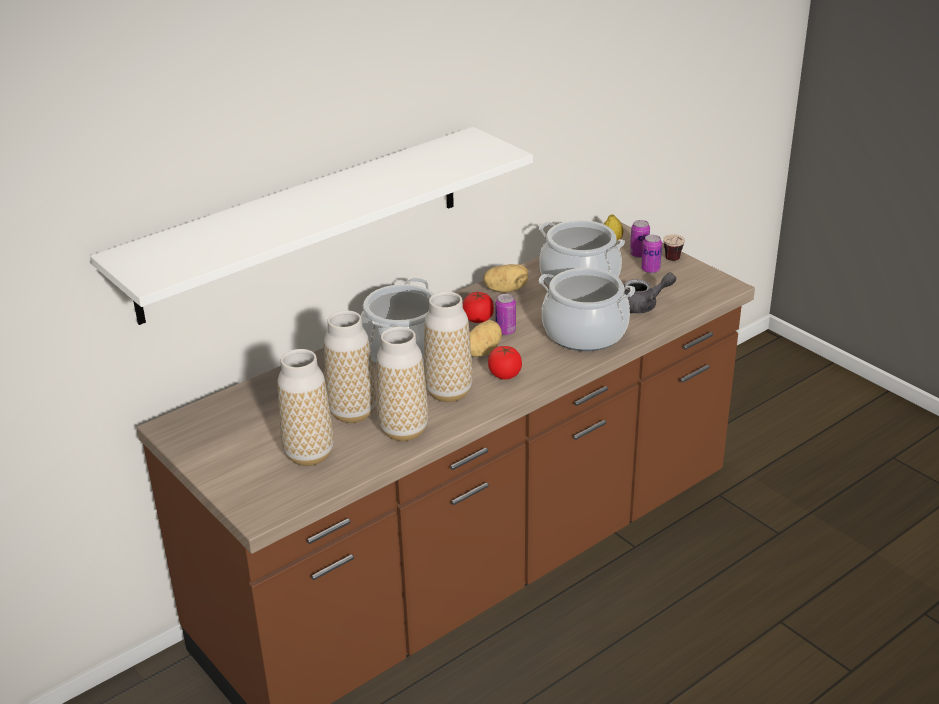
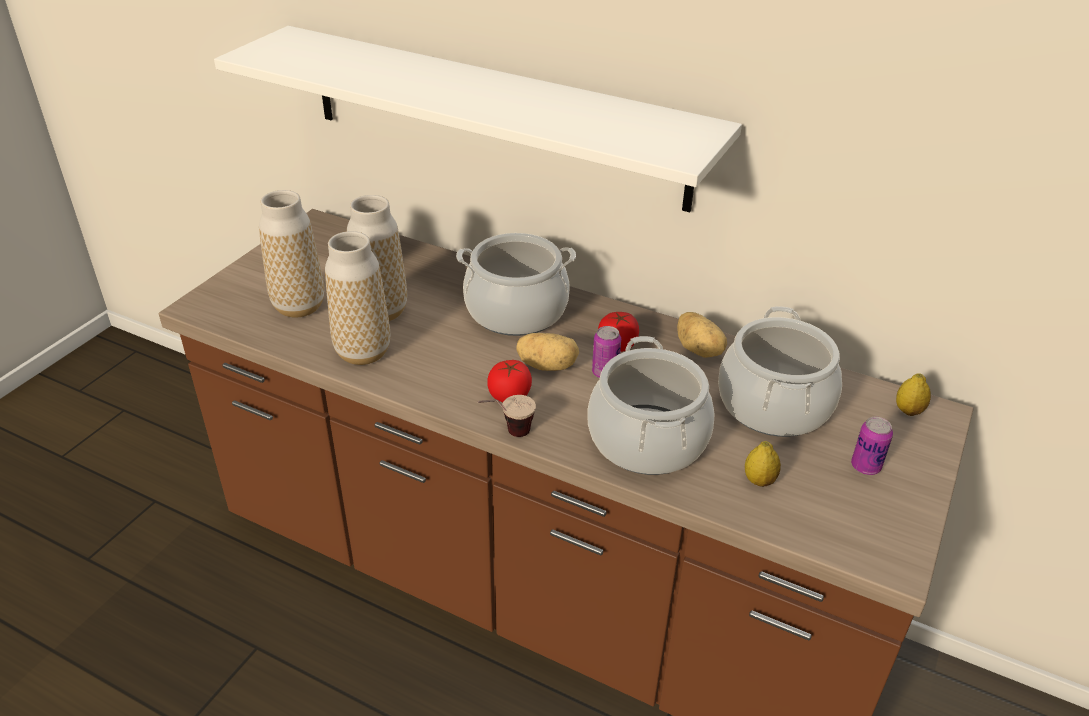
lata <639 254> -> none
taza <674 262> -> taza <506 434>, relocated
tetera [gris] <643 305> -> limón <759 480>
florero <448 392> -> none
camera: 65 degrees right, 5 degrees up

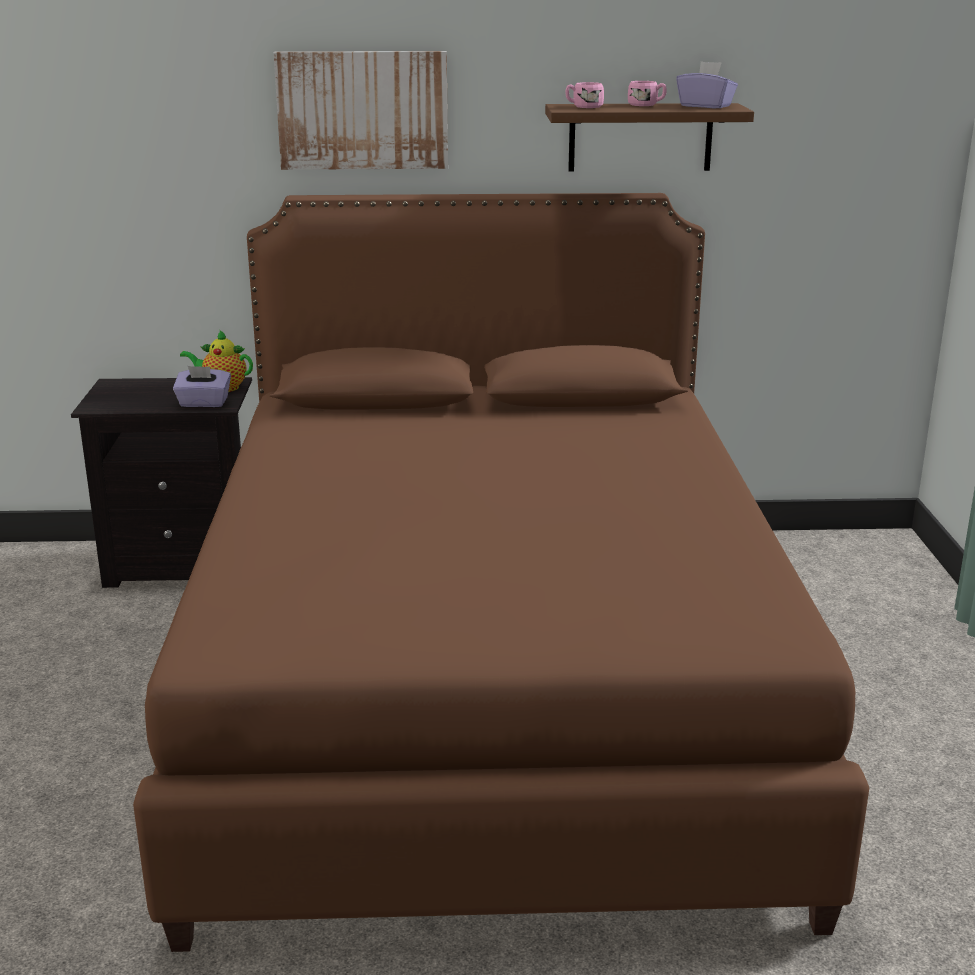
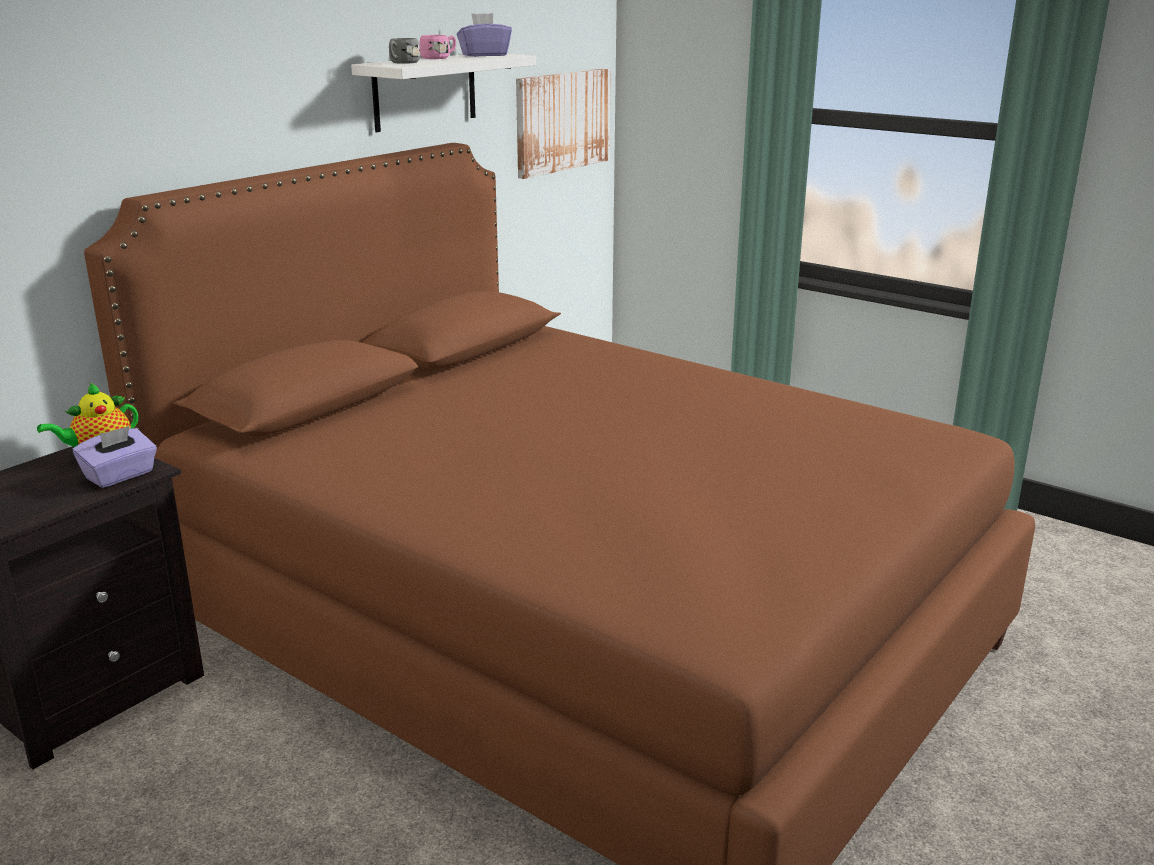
cuadro <363 110> -> cuadro <562 121>, relocated
taza grande [rosa] <584 107> -> taza grande [gris] <402 63>
estante [marrón] <640 137> -> estante [blanco] <425 91>
camera: 50 degrees left, 0 degrees up

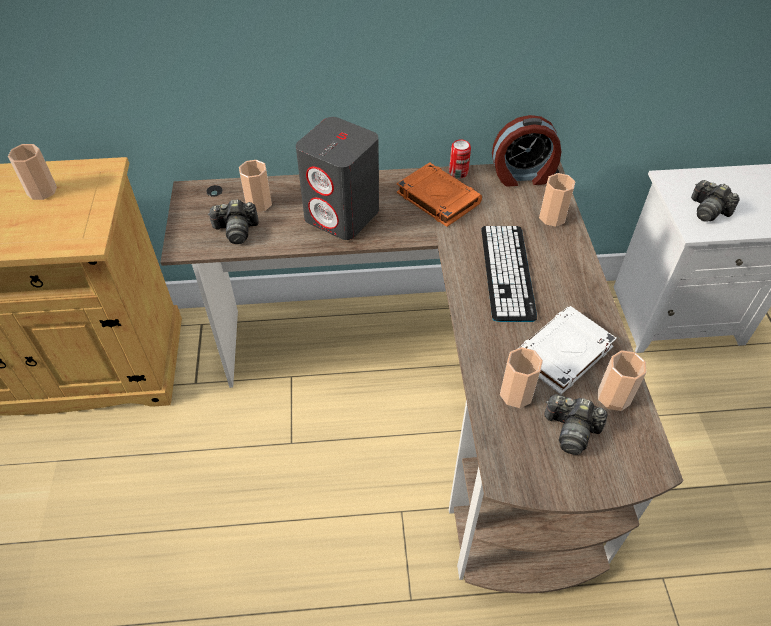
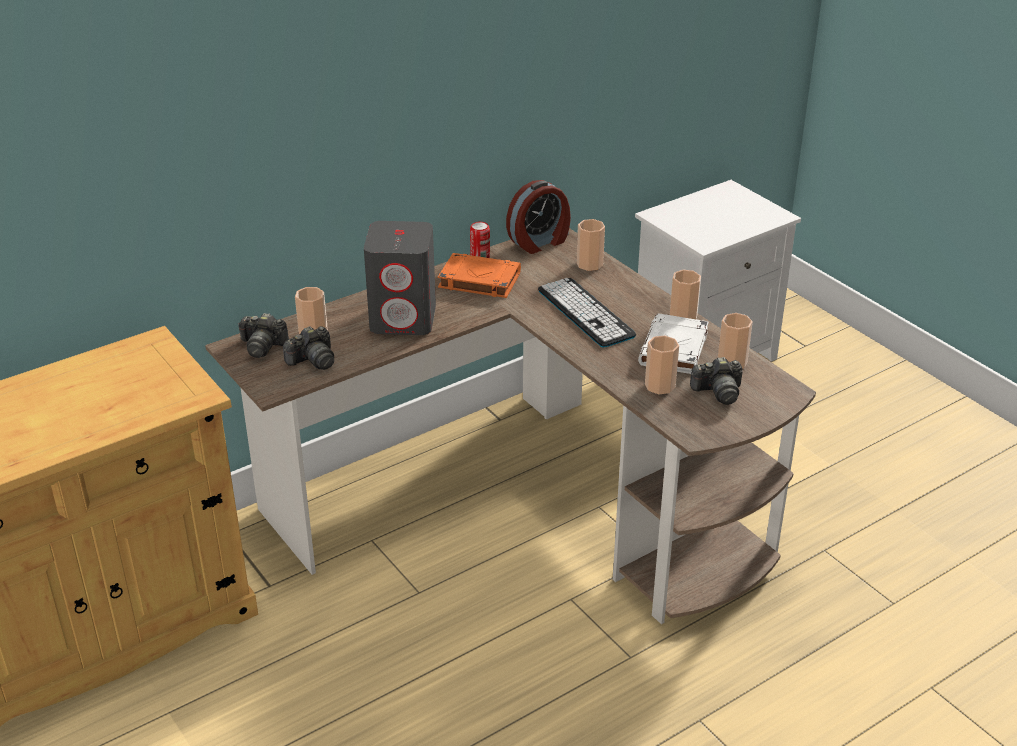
taza <42 191> -> taza <683 317>, relocated
cámara <708 210> -> cámara <262 346>, relocated
camera: 30 degrees left, 15 degrees down

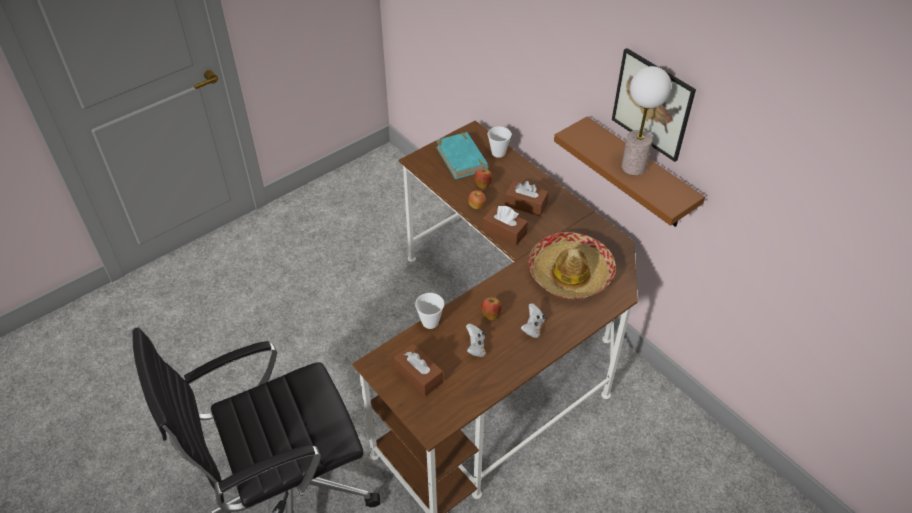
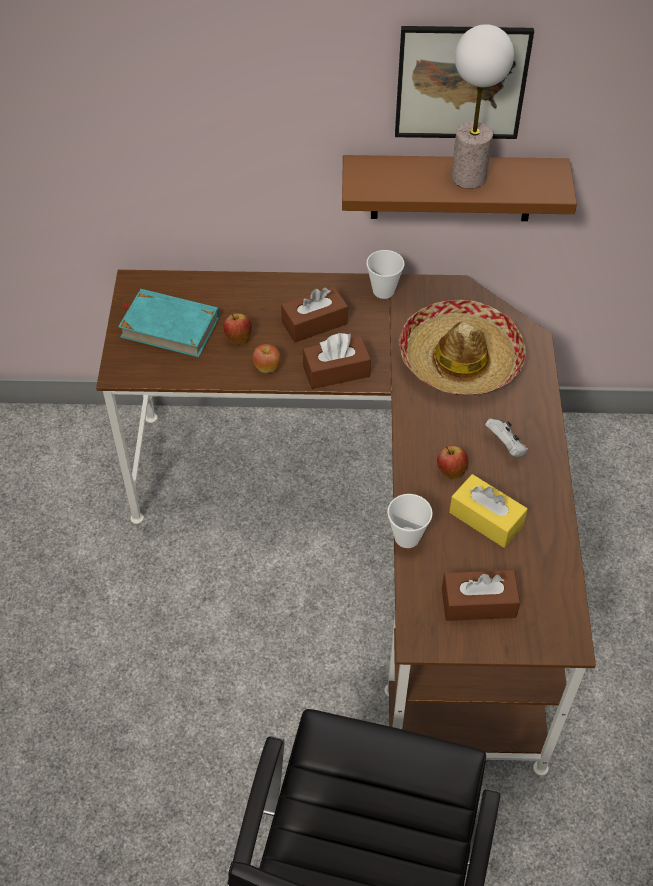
taza <498 153> -> taza <383 291>, relocated
mando de consola [blanco] <475 347> -> caja de pañuelos [amarillo] <486 518>
camera: 50 degrees left, 5 degrees up

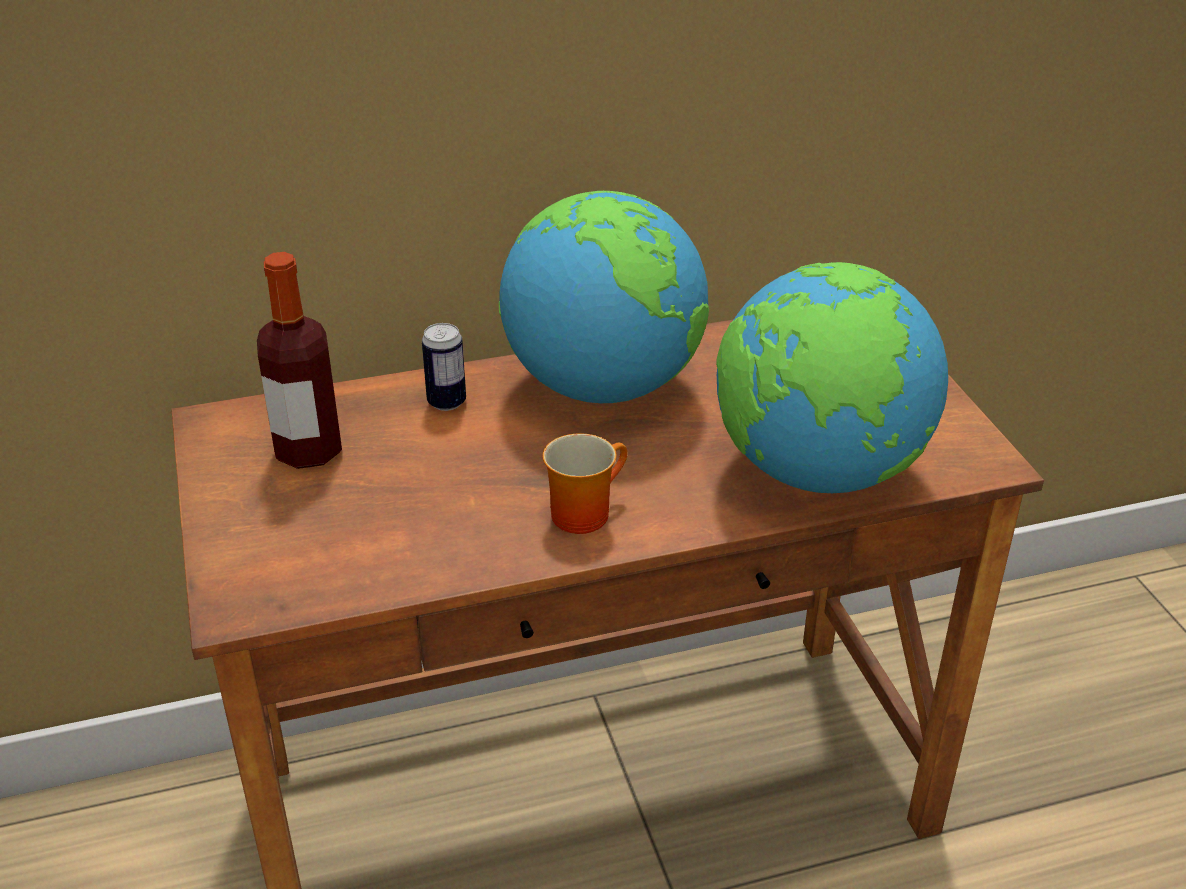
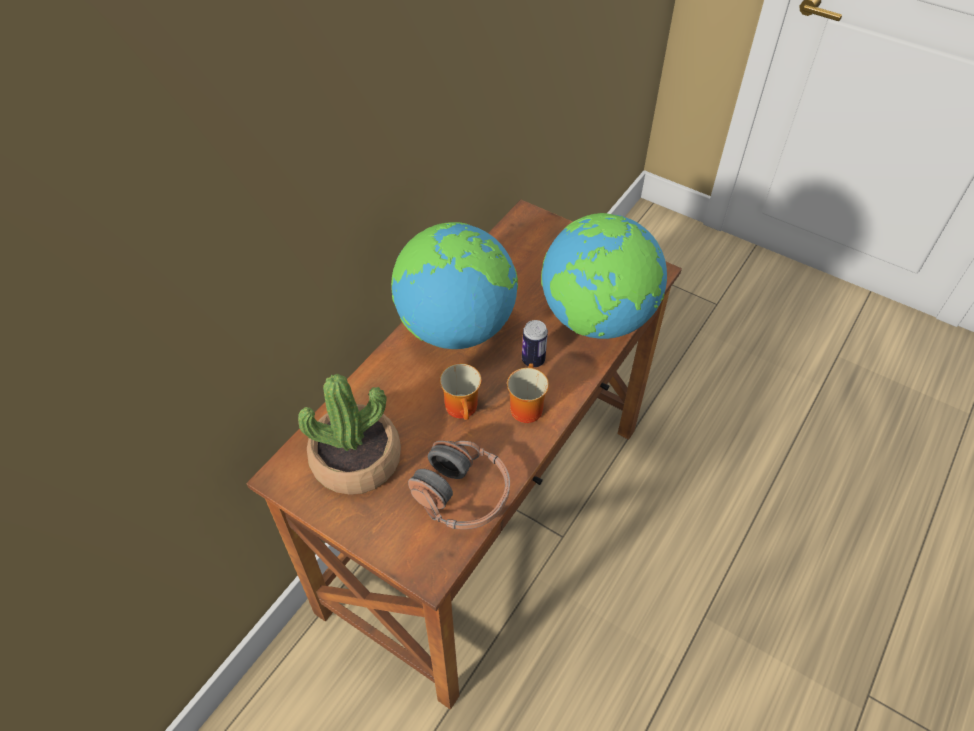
botella <308 451> -> planta en maceta <356 459>
lata <446 402> -> lata <533 360>, relocated
none -> taza grande <464 408>
none -> auriculares <461 494>
camera: 40 degrees left, 15 degrees up

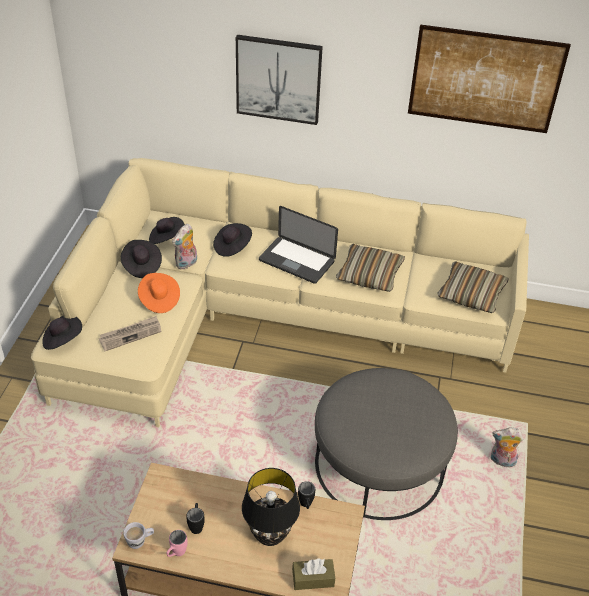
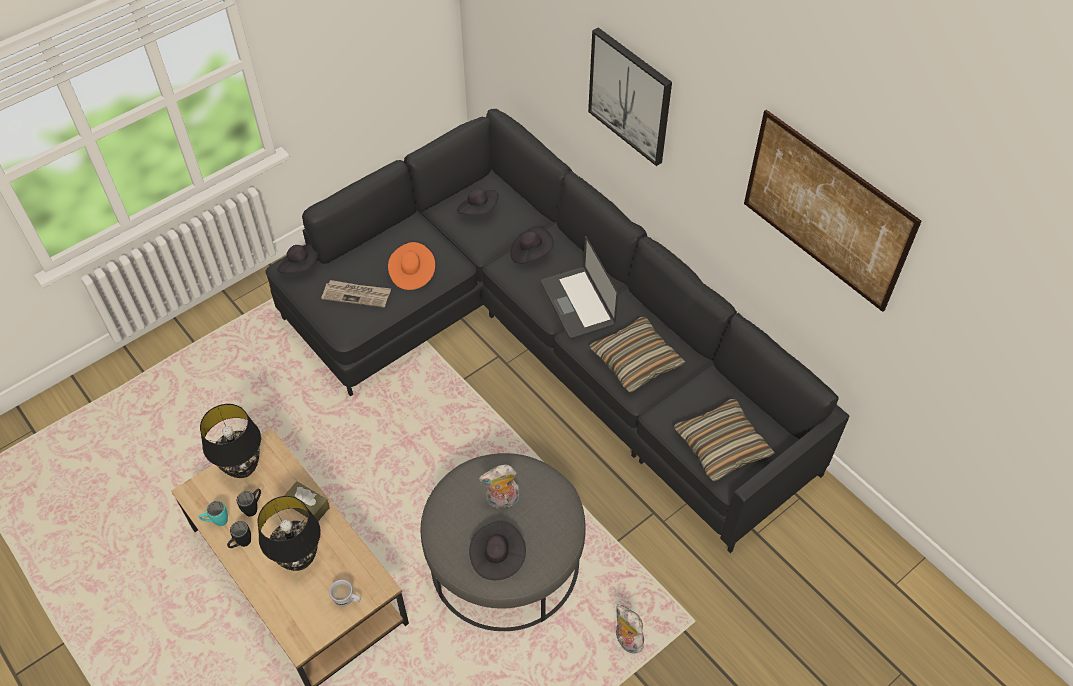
sofá [beis] <265 317> -> sofá [negro] <542 343>
peluche <186 264> -> peluche <502 501>, relocated
sombrero [negro] <141 266> -> sombrero [negro] <497 557>, relocated
taza grande [negro] <306 505> -> taza grande [negro] <241 544>, relocated
taza grande [blanco] <140 541> -> taza grande [blanco] <347 600>, relocated
taza grande [rosa] <176 554> -> taza grande [turquesa] <217 522>
caja de pañuelos [marrón] <313 579> -> caja de pañuelos [marrón] <308 506>, relocated
none -> lámpara de mesa [negro] <243 469>
camera: 40 degrees right, 10 degrees up

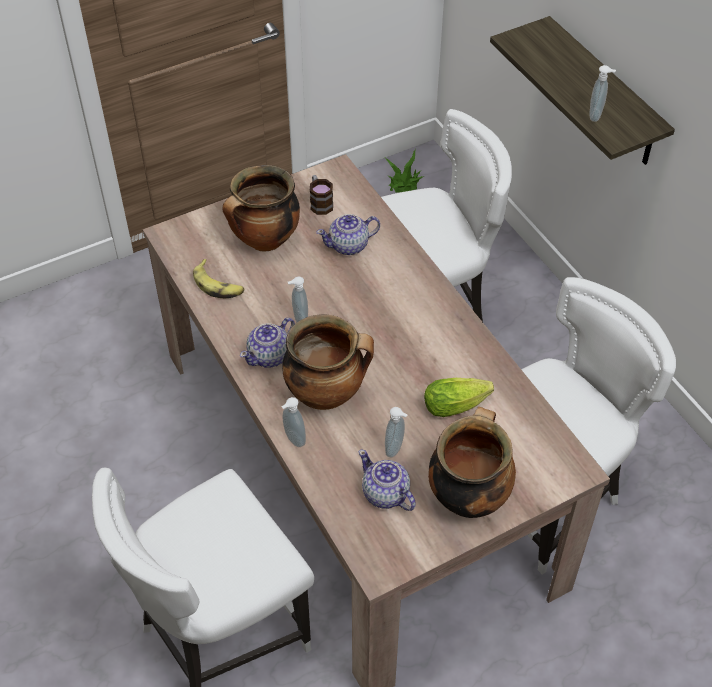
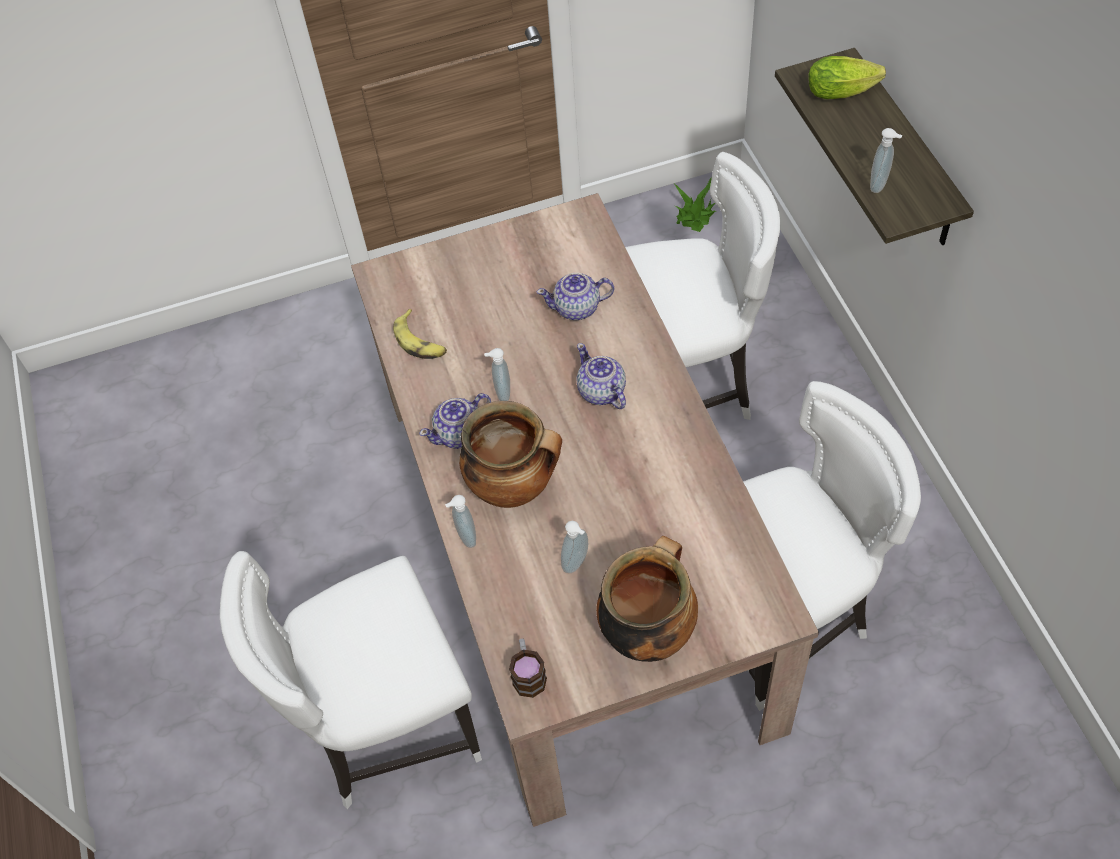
olla <264 241> -> none
taza grande <320 203> -> taza grande <528 674>, relocated
lechuga <458 404> -> lechuga <845 91>, relocated
tetera <385 494> -> tetera <601 392>, relocated
camera: 15 degrees right, 5 degrees up

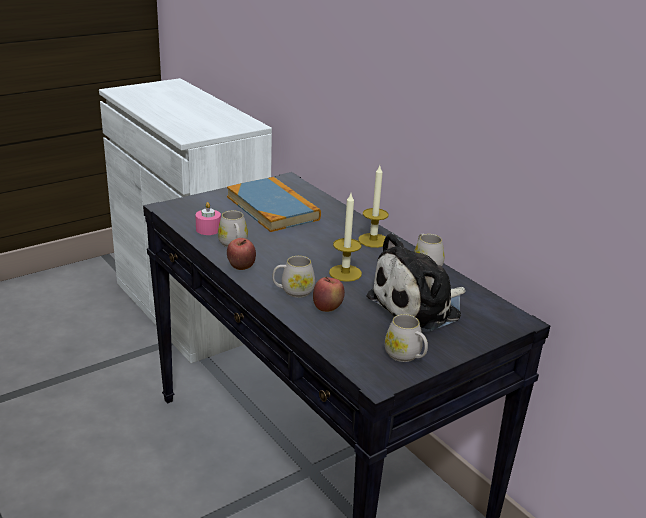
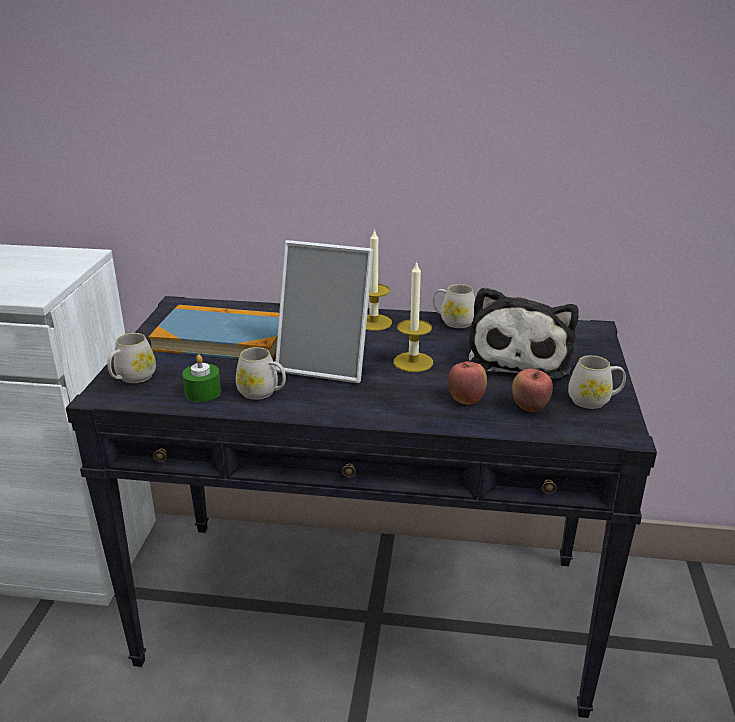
vela [rosa] <208 229> -> vela [verde] <203 392>
manzana <241 267> -> manzana <529 408>, relocated
taza grande [blanco] <293 291> -> taza grande [blanco] <132 378>, relocated
none -> portarretratos <327 364>
camera: 45 degrees left, 0 degrees up

